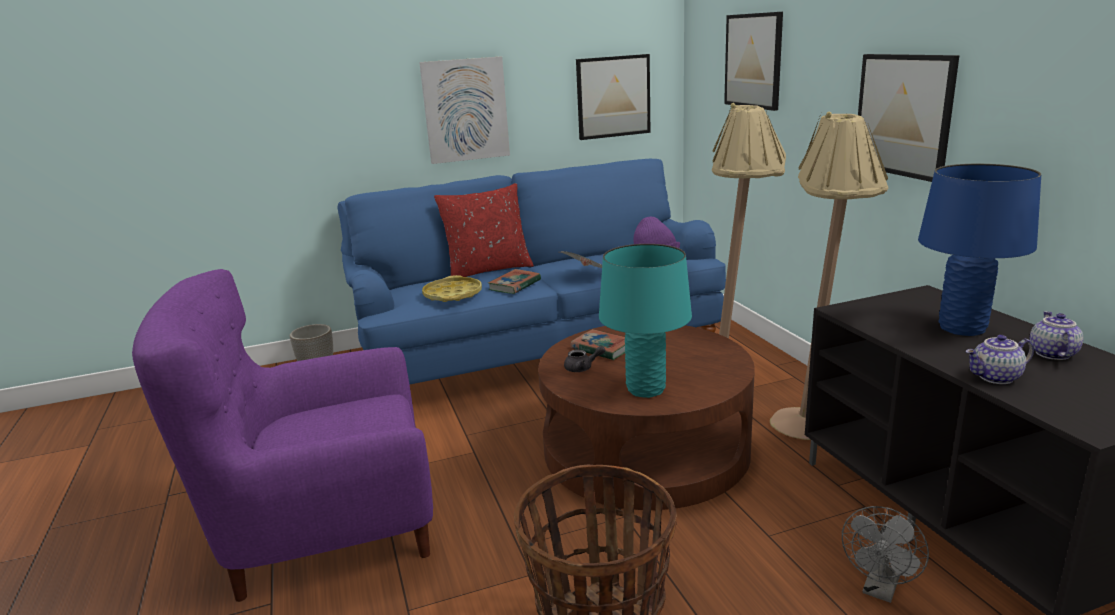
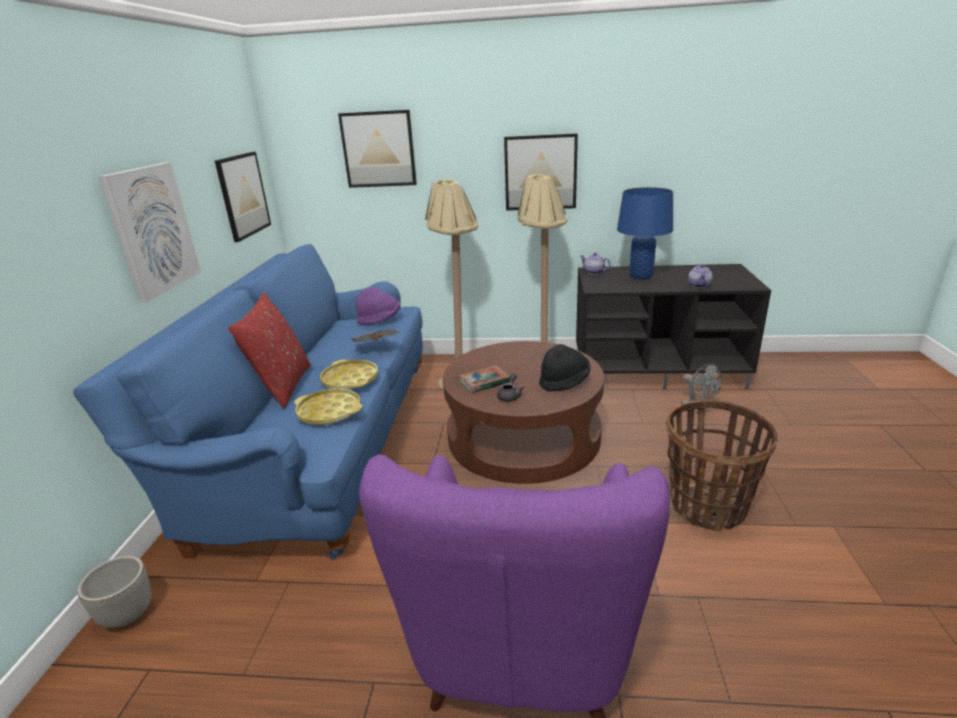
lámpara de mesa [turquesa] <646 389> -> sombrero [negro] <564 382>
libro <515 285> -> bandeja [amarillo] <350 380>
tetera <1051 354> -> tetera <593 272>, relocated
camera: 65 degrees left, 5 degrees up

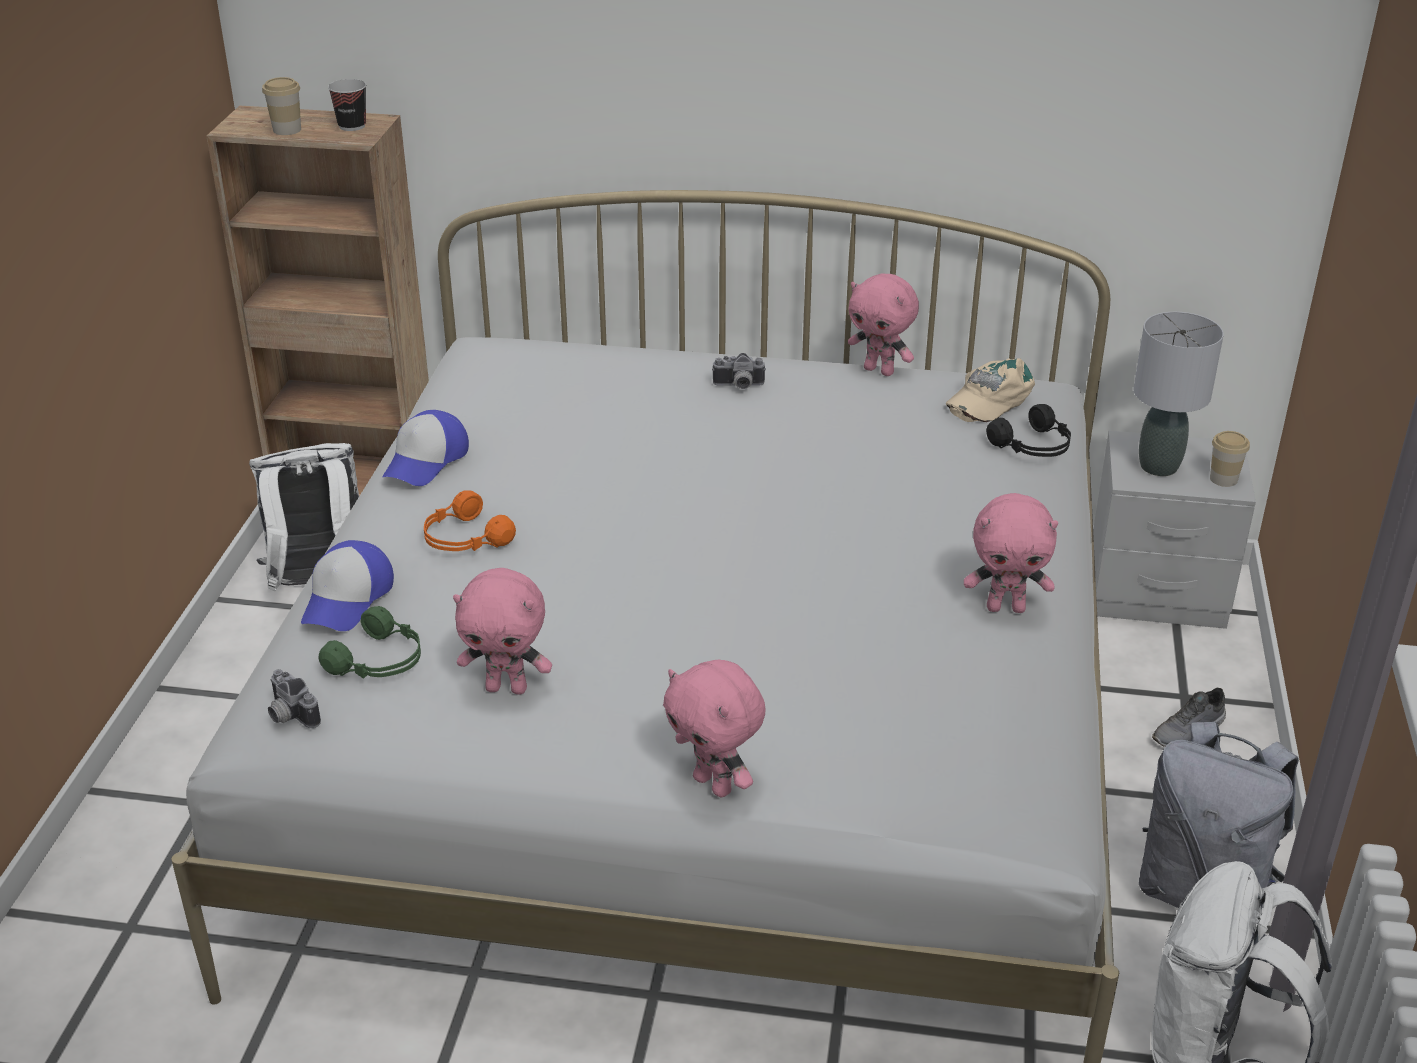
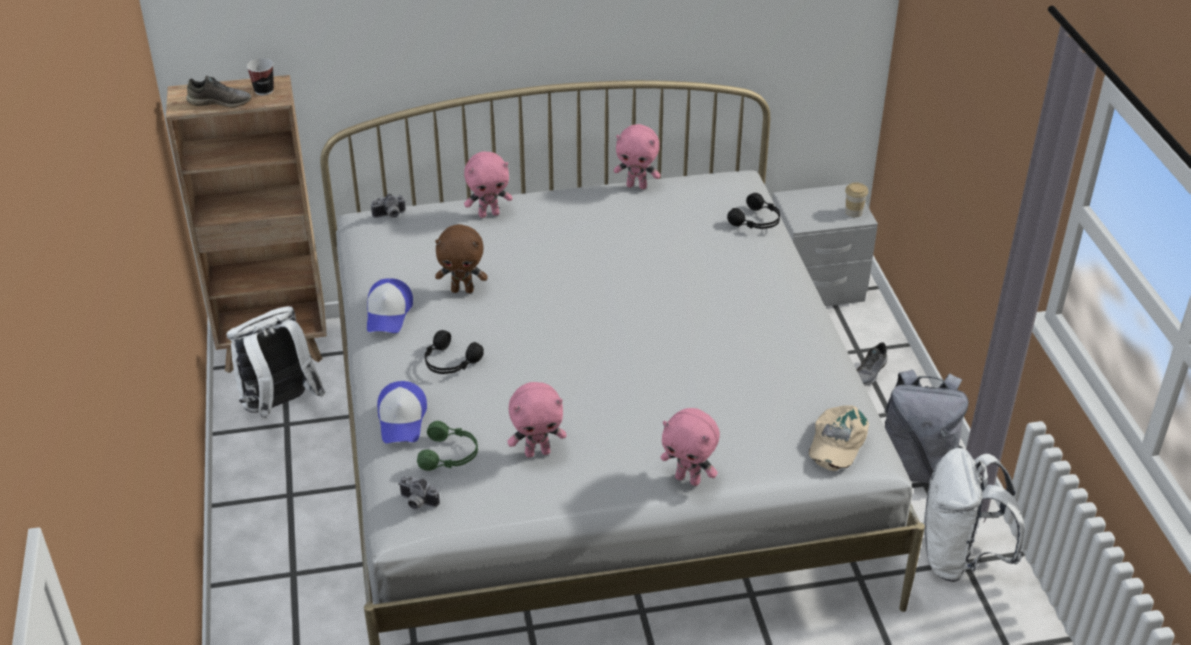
taza <287 130> -> zapato [gris] <220 102>
lámpara de mesa [gris] <1158 466> -> none
cámara <738 386> -> cámara <390 216>, relocated
gorra [beis] <989 398> -> gorra [beis] <836 441>, relocated
auriculares [naranja] <464 539> -> auriculares [negro] <449 362>
peluche [rosa] <1006 607> -> peluche [rosa] <489 214>, relocated
none -> peluche [marrón] <462 290>
camera: 20 degrees left, 5 degrees up

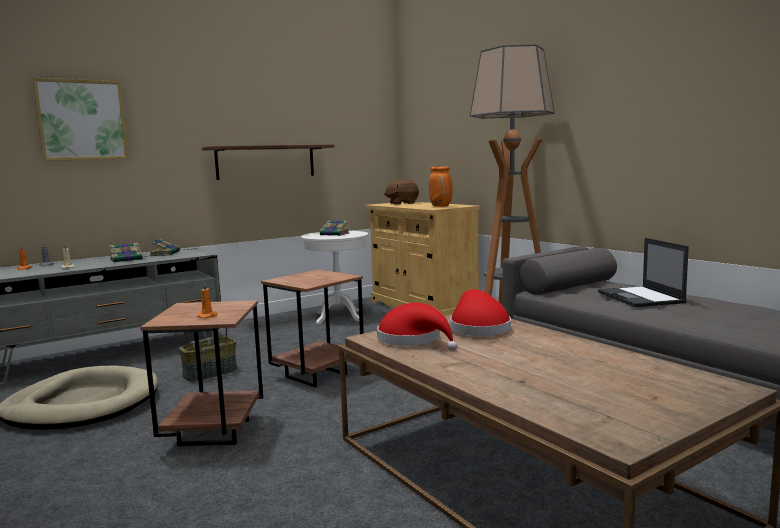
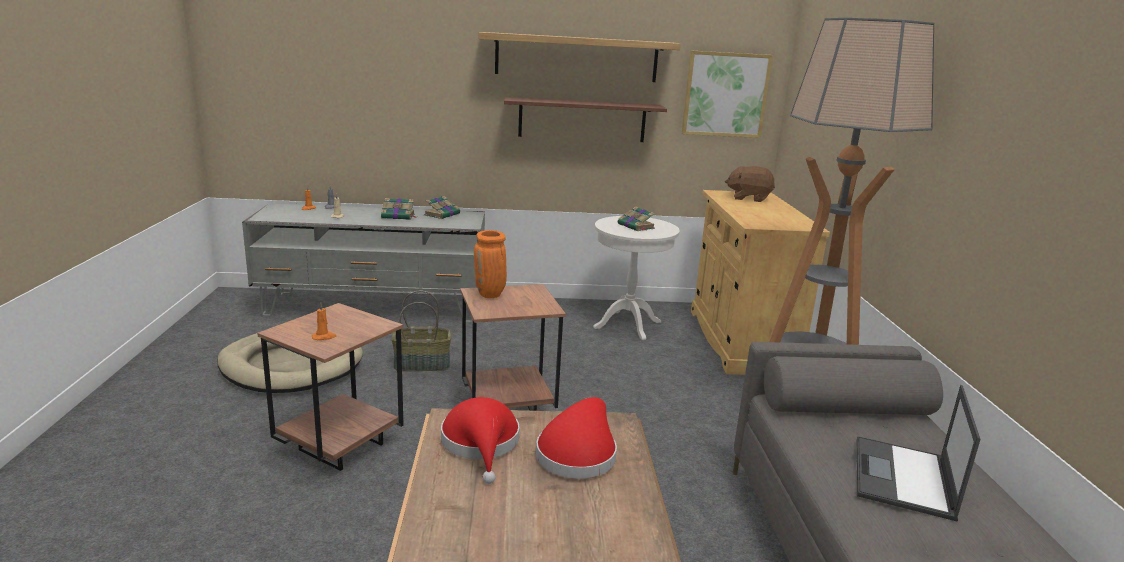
cuadro <82 120> -> cuadro <725 94>, relocated
florero [naranja] <441 206> -> florero [naranja] <490 295>, relocated
none -> estante <576 57>
camera: 30 degrees right, 10 degrees up

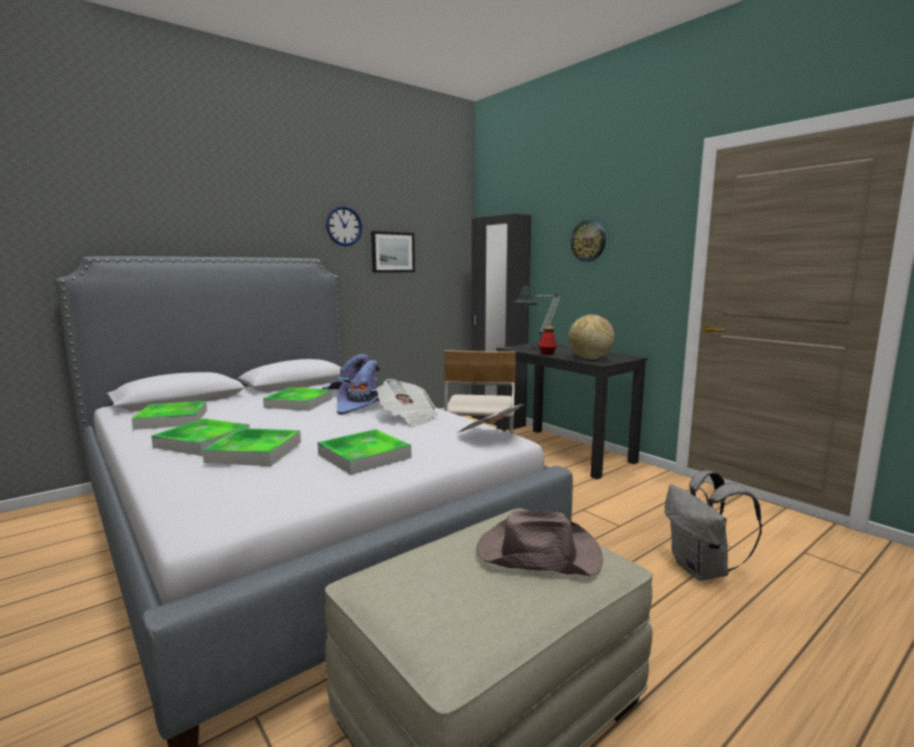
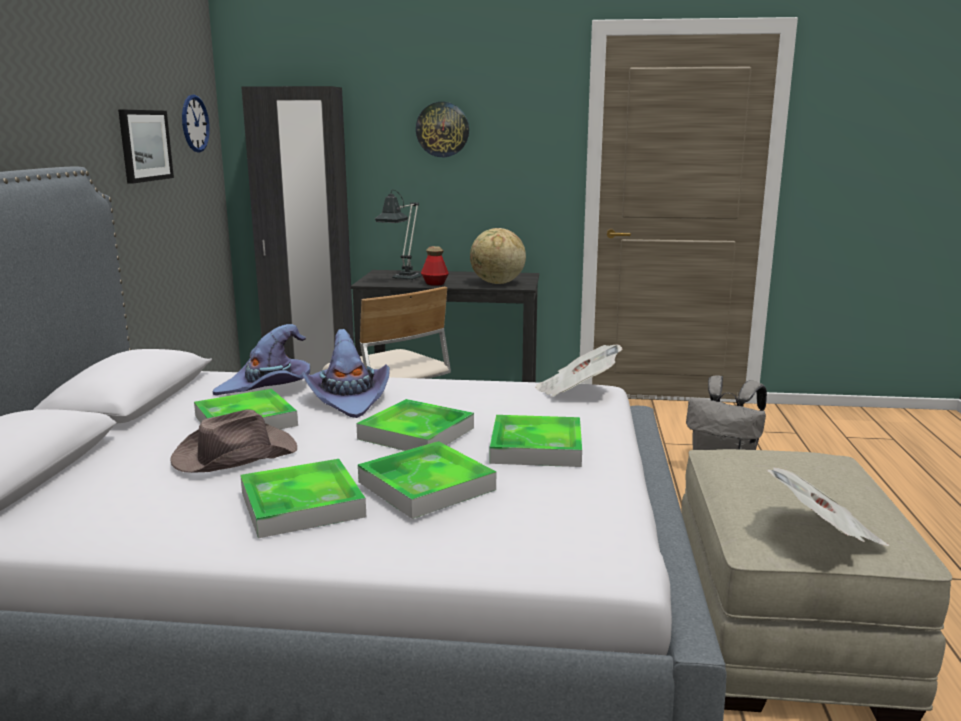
reloj de pared <344 226> -> reloj de pared <195 123>, relocated
periódico <407 418> -> periódico <823 534>, relocated
bandeja <172 419> -> bandeja <416 433>, relocated
sombrero [marrón] <536 553> -> sombrero [marrón] <233 455>, relocated
camera: 45 degrees left, 5 degrees up

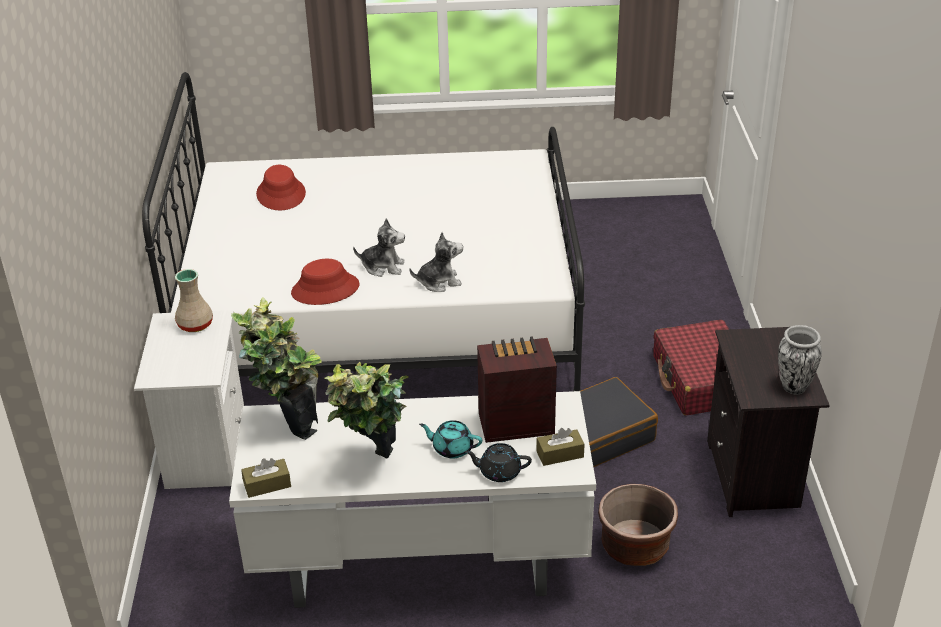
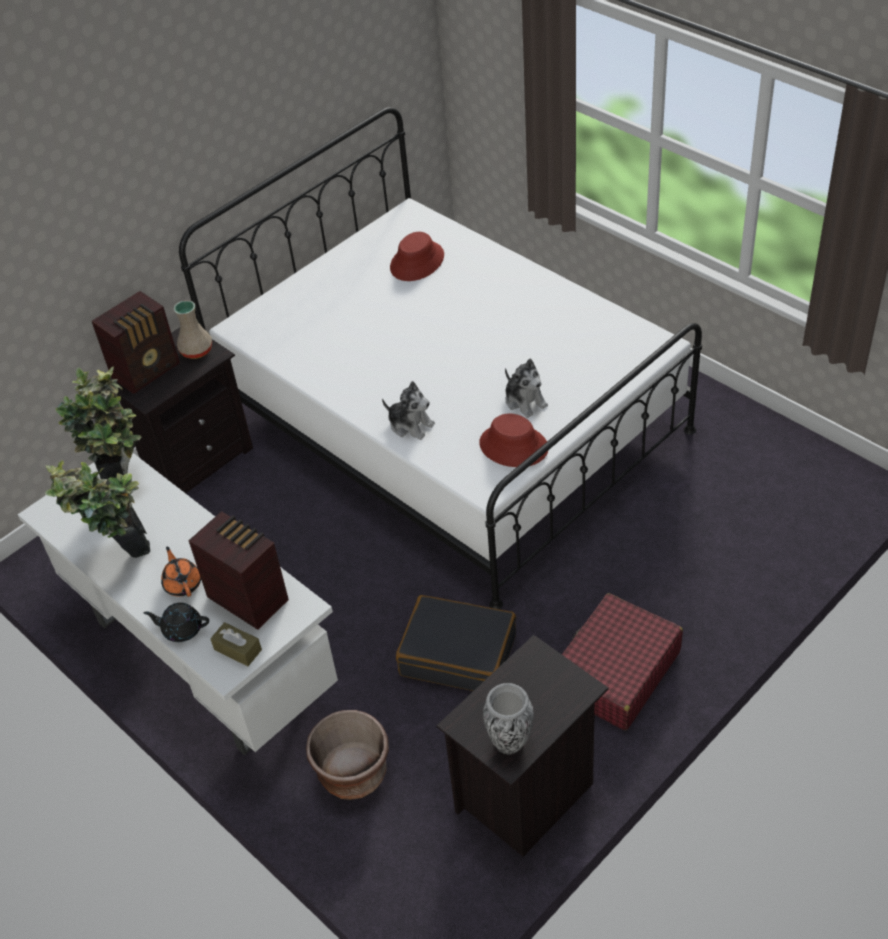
peluche <383 267> -> peluche <525 401>, relocated
sombrero [rojo] <325 289> -> sombrero [rojo] <513 446>, relocated
mesita de noche [blanco] <205 455> -> mesita de noche [negro] <195 459>
tetera [turquesa] <452 448> -> tetera [naranja] <183 583>
tetera [negro] <499 472> -> tetera [negro] <181 629>, 45 degrees counterclockwise
caja de pañuelos [marrón] <267 485> -> none
none -> radio <147 370>
camera: 50 degrees right, 10 degrees up

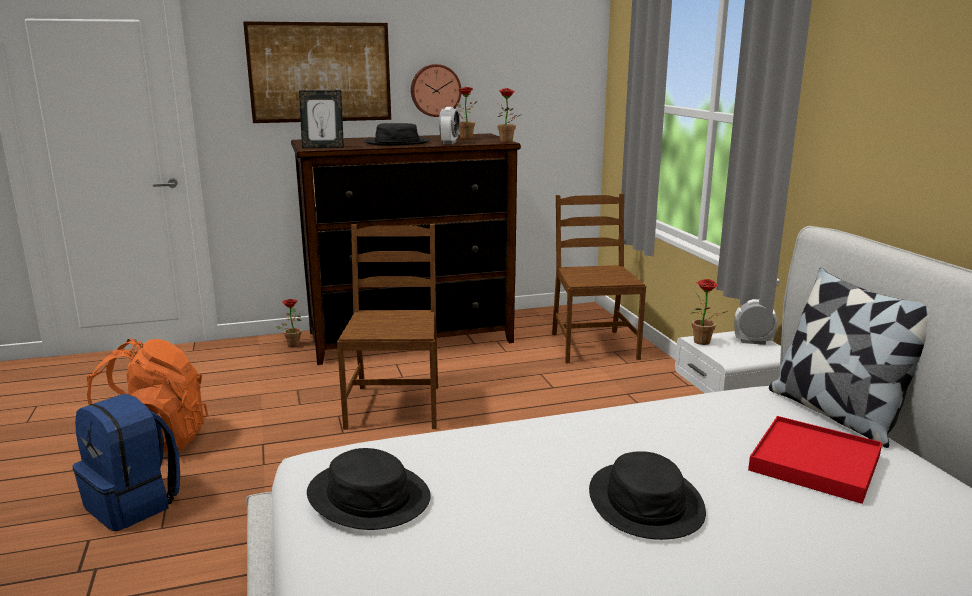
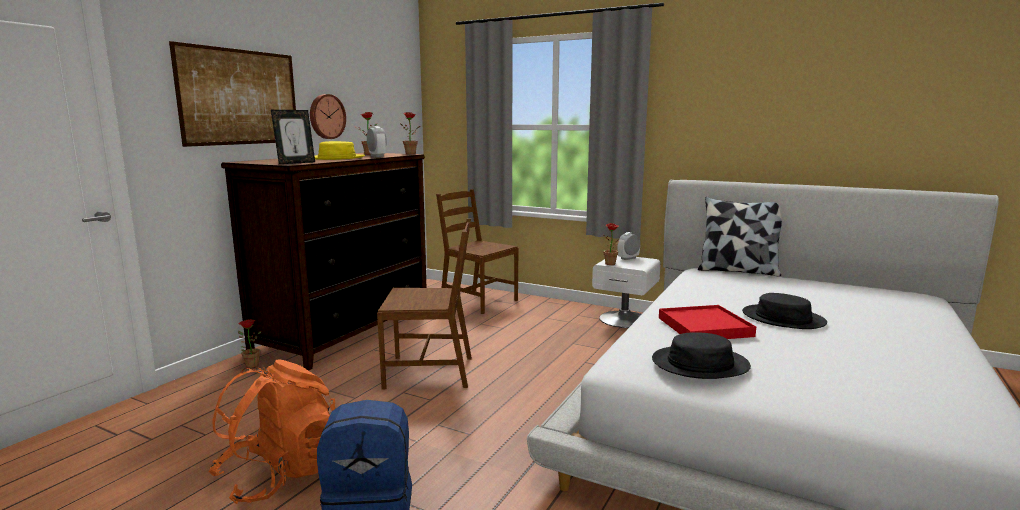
sombrero [negro] <397 143> -> sombrero [amarillo] <337 158>
silla [marrón] <394 406> -> silla [marrón] <430 372>, 135 degrees clockwise
bandeja [rojo] <815 463> -> bandeja [rojo] <704 327>, relocated
camera: 45 degrees left, 5 degrees down

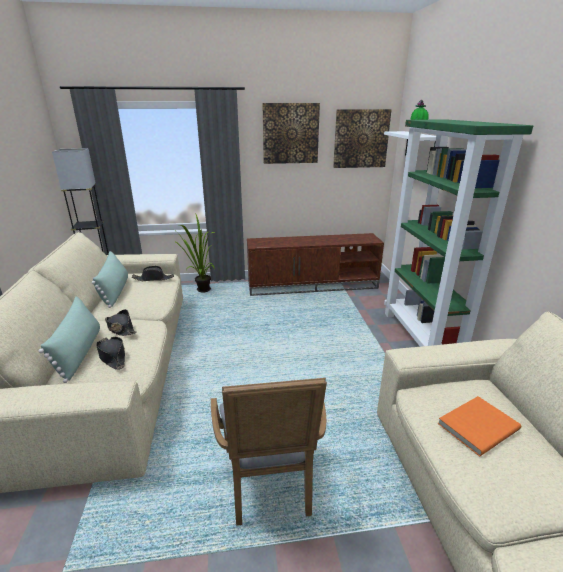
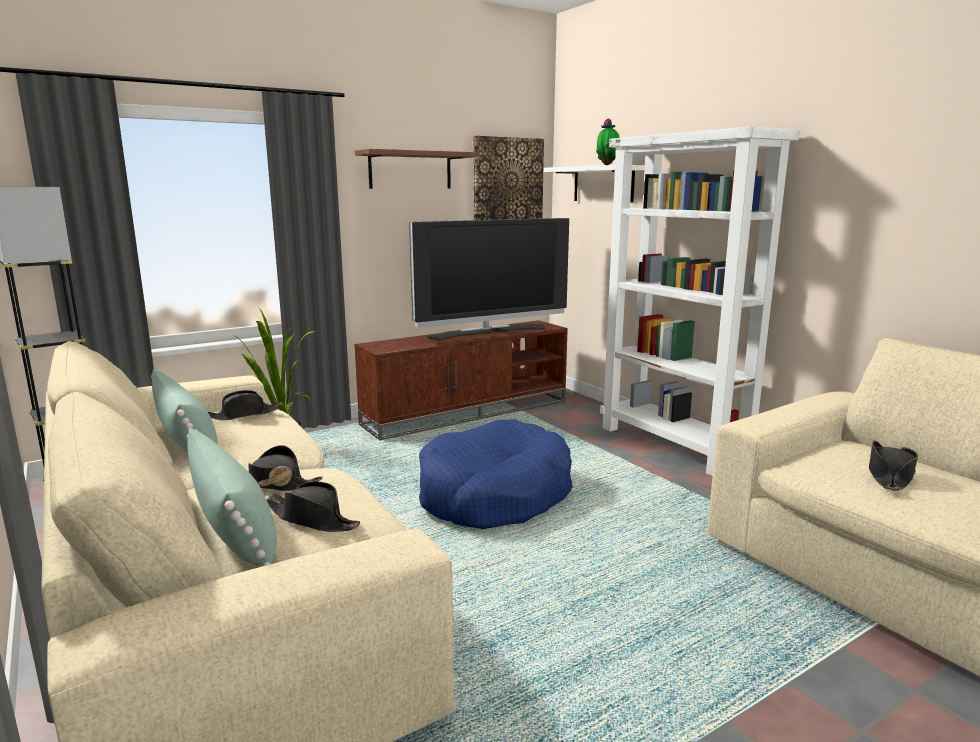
cuadro <290 133> -> estante [marrón] <410 170>
estantería [verde] <421 338> -> estantería [blanco] <674 445>
sillón [gris] <270 486> -> none
libro [naranja] <476 426> -> sombrero [negro] <889 475>
none -> televisor <489 332>
none -> cama para perro [azul] <494 494>
camera: 25 degrees left, 10 degrees down

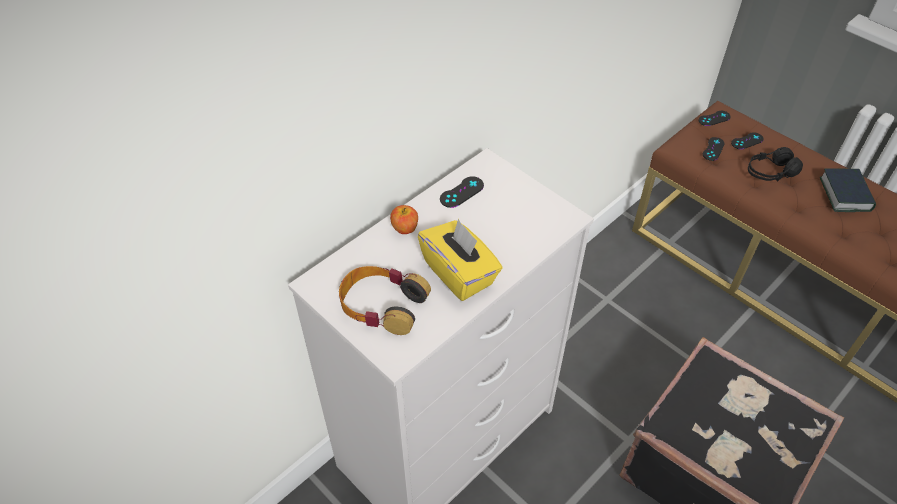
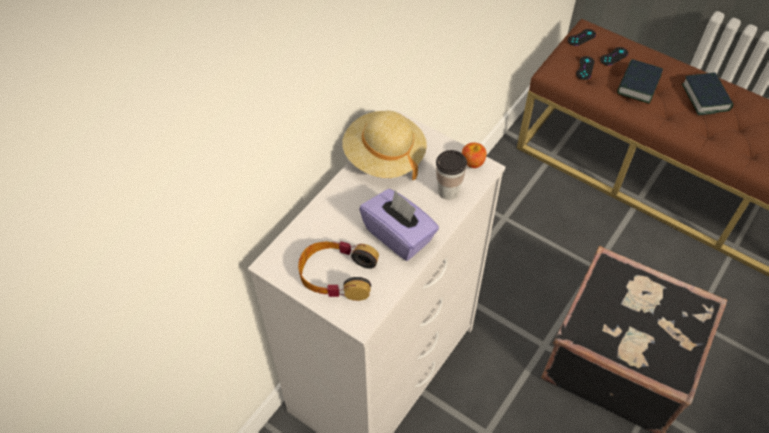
auriculares [negro] <770 173> -> libro <638 85>
mando de consola [negro] <461 192> -> sombrero [beis] <384 157>
manzana <404 228> -> manzana <472 162>, relocated
caja de pañuelos [amarillo] <459 273> -> caja de pañuelos [morado] <399 235>
none -> taza <448 191>
camera: 10 degrees left, 5 degrees up

